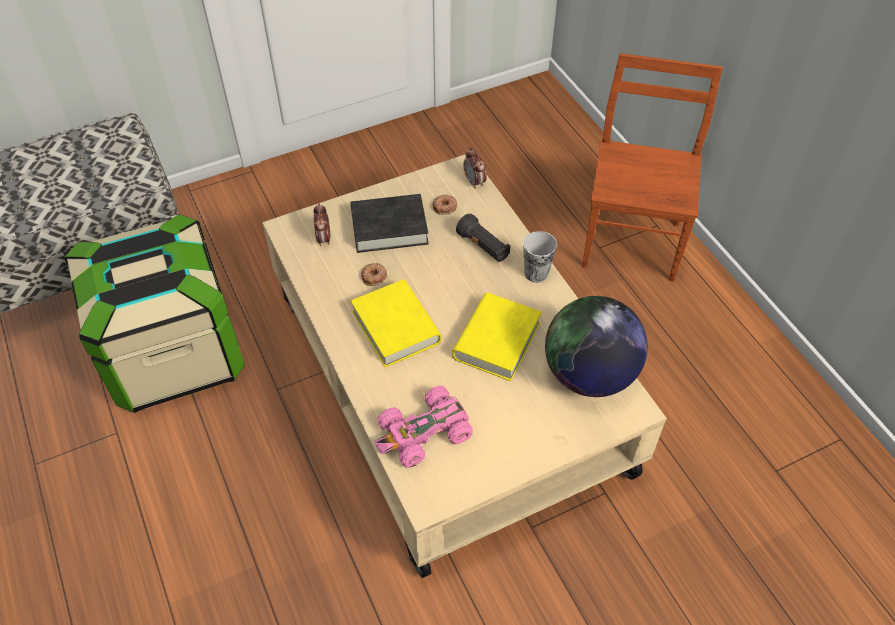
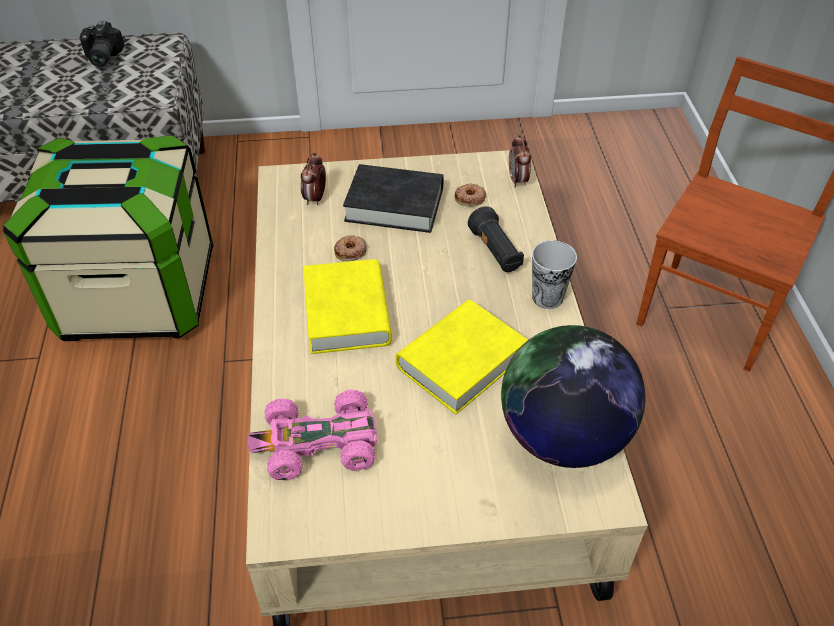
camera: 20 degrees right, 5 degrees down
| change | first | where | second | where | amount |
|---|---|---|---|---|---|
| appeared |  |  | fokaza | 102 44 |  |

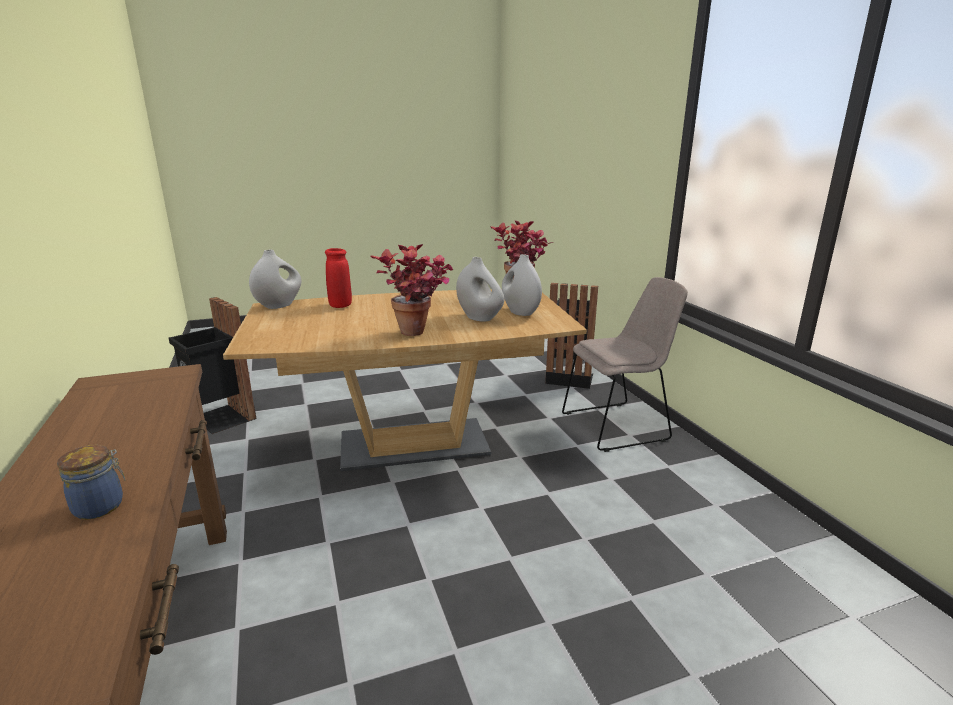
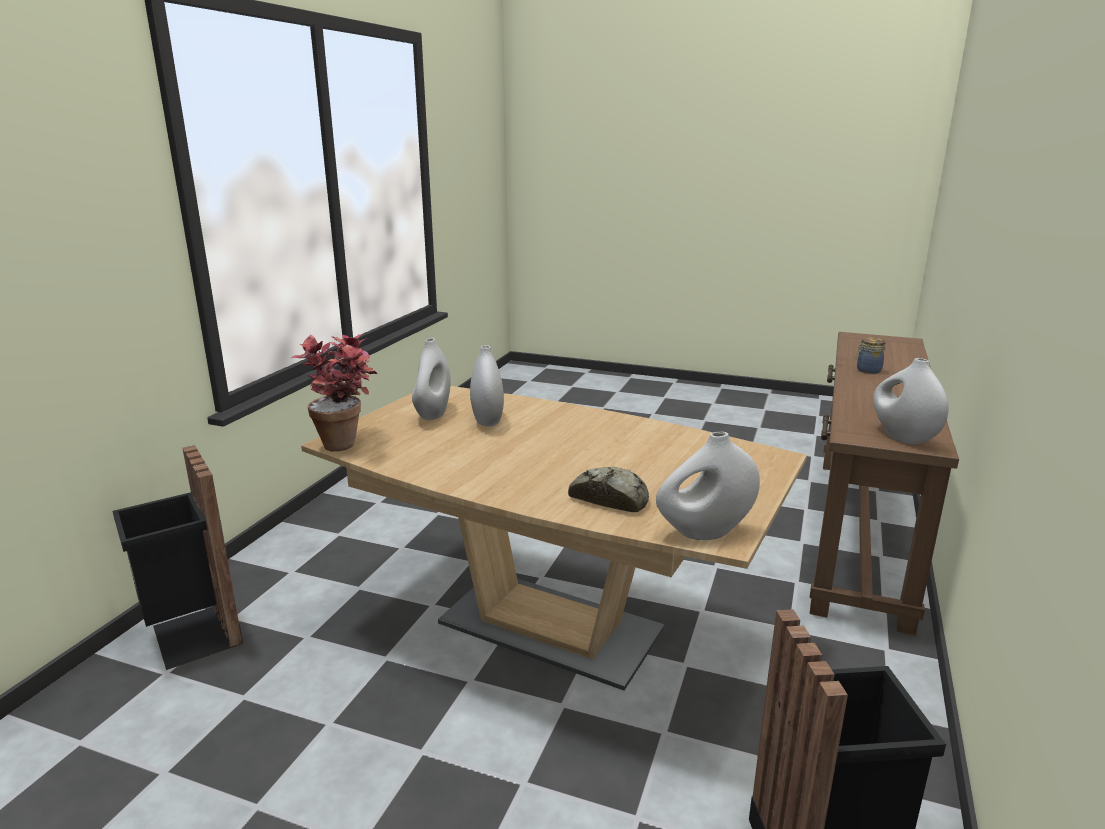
camera: 140 degrees left, 0 degrees up
| change | first | where | second | where | amount |
|---|---|---|---|---|---|
| exchanged | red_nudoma | 338 278 | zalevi | 608 489 |  |
| missing | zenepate | 411 290 |  |  |  |
| missing | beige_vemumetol | 625 364 |  |  |  |
| appeared |  |  | white_nudoma | 911 401 |  |

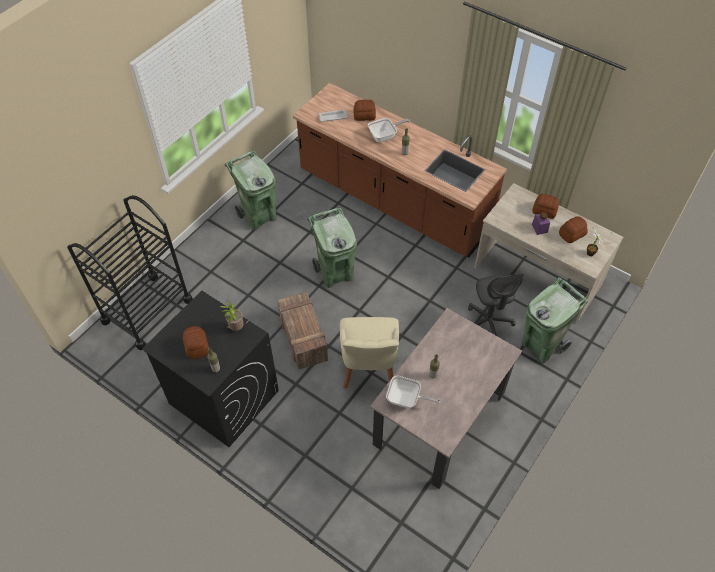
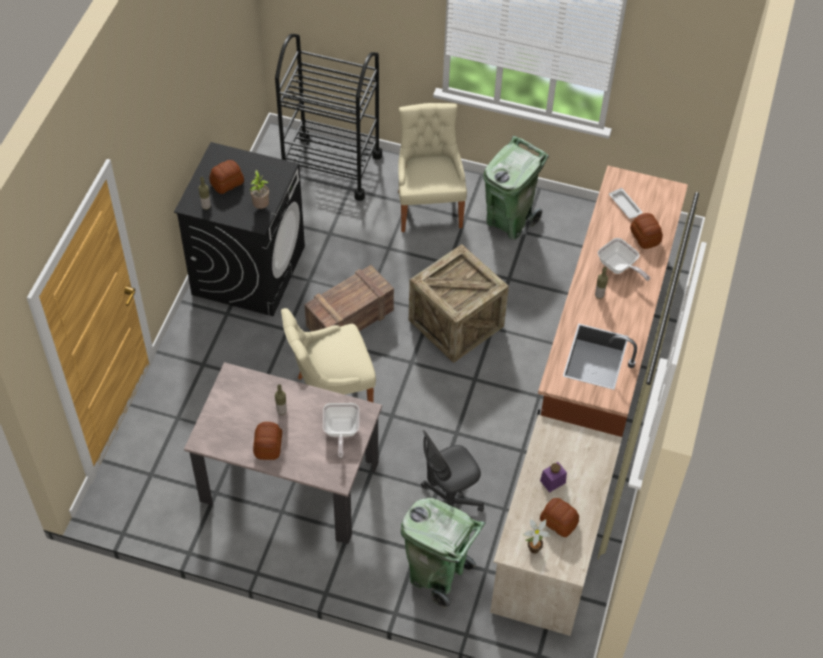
camera: 70 degrees right, 0 degrees up
| change | first | where | second | where | amount |
|---|---|---|---|---|---|
| exchanged | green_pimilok | 332 248 | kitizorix | 459 303 |  |
| relocated | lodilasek | 413 392 |  | 341 430 |  |
| relocated | zalevi | 546 206 |  | 267 441 |  |
| appeared |  |  | beige_vemumetol | 432 167 |  |

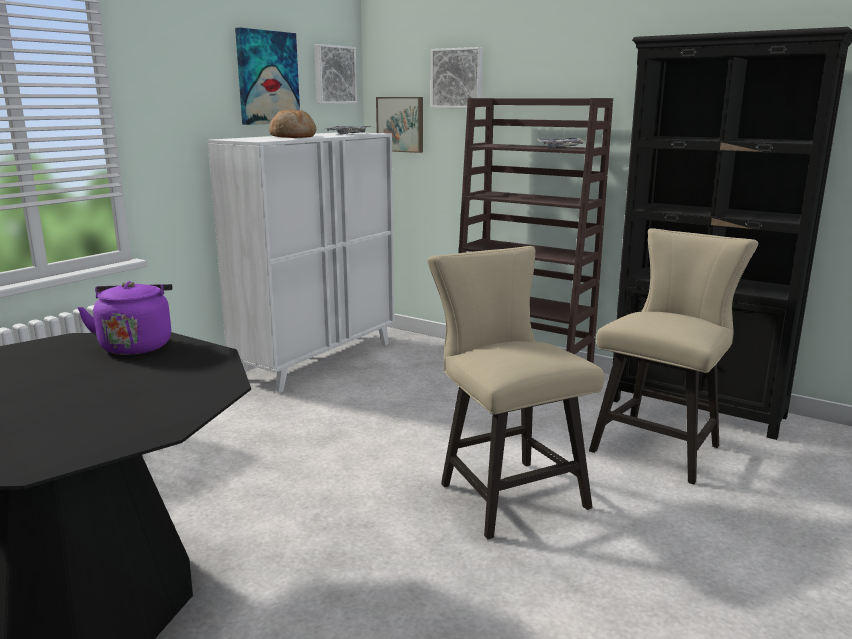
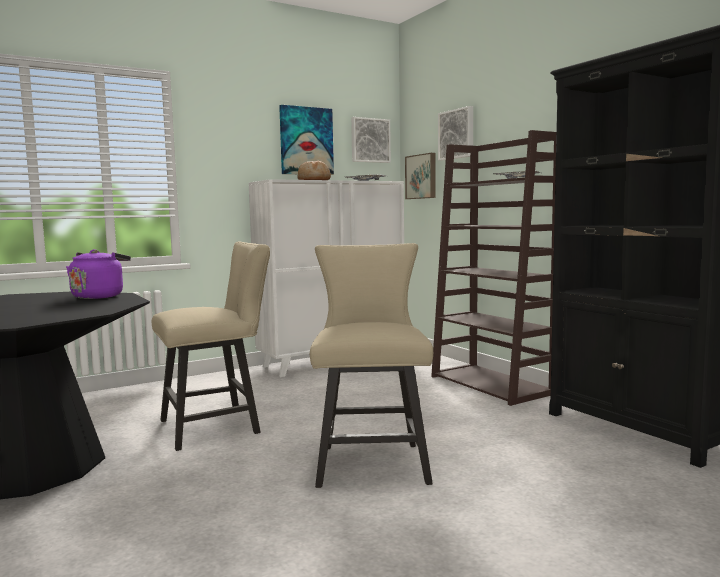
camera: 25 degrees right, 10 degrees down
| change | first | where | second | where | amount |
|---|---|---|---|---|---|
| relocated | beige_vemumetol | 673 356 |  | 211 346 |  |

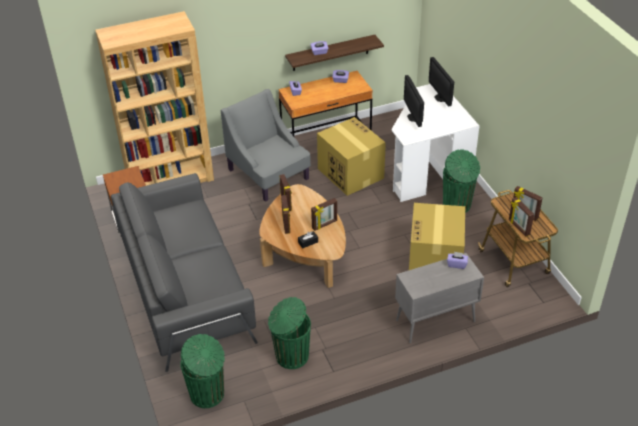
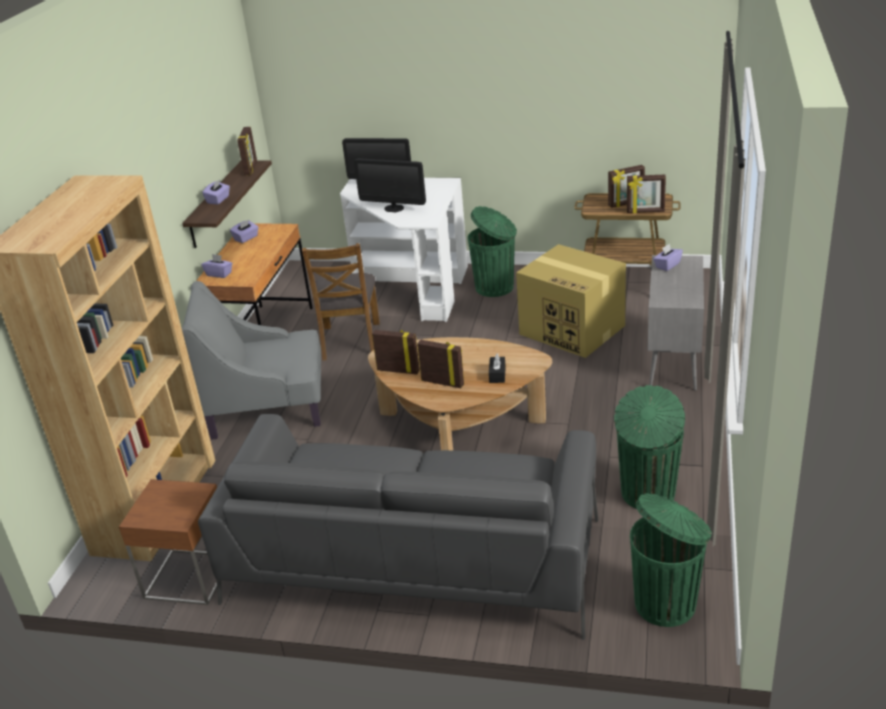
camera: 55 degrees left, 10 degrees down
| change | first | where | second | where | amount |
|---|---|---|---|---|---|
| relocated | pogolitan | 324 214 |  | 247 151 |  |
| exchanged | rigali | 351 156 | brown_vemumetol | 341 301 |  |

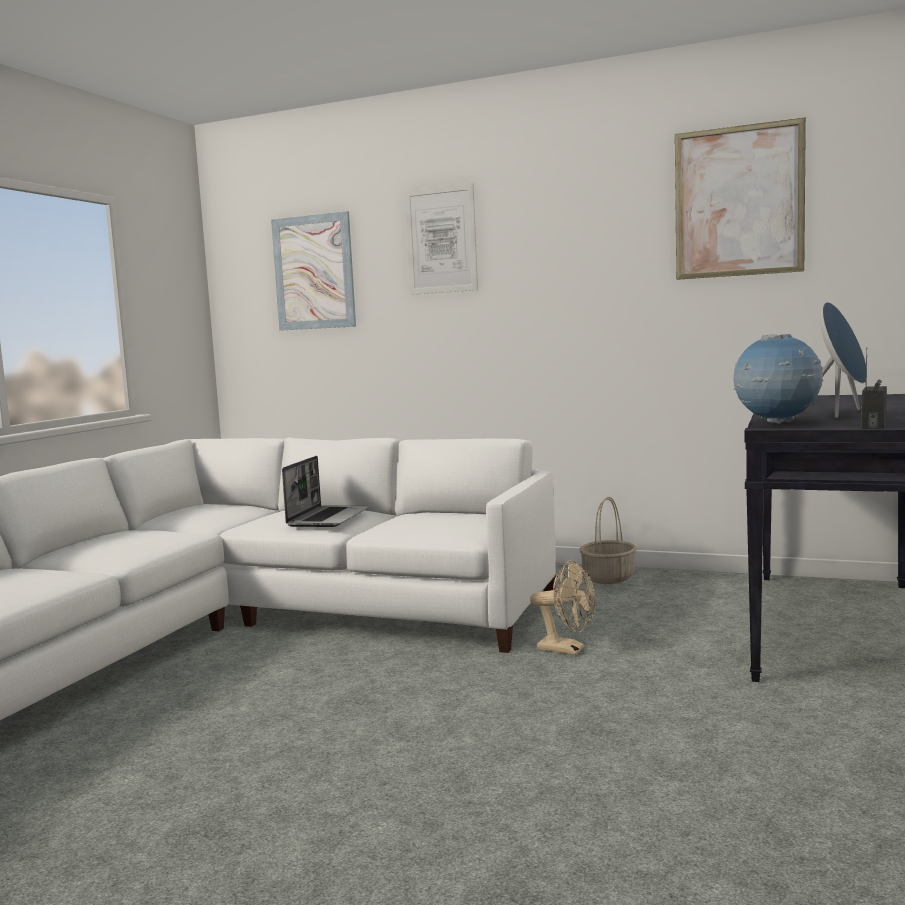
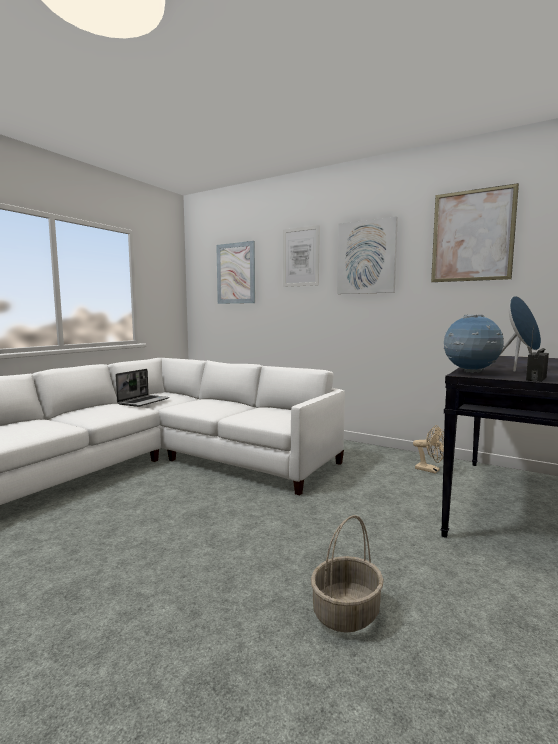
camera: 10 degrees right, 0 degrees up
| change | first | where | second | where | amount |
|---|---|---|---|---|---|
| relocated | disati | 325 491 |  | 143 388 |  |
| relocated | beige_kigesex | 562 607 |  | 428 449 |  |
| relocated | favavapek | 608 540 |  | 347 574 |  |
| appeared |  |  | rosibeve | 367 255 |  |

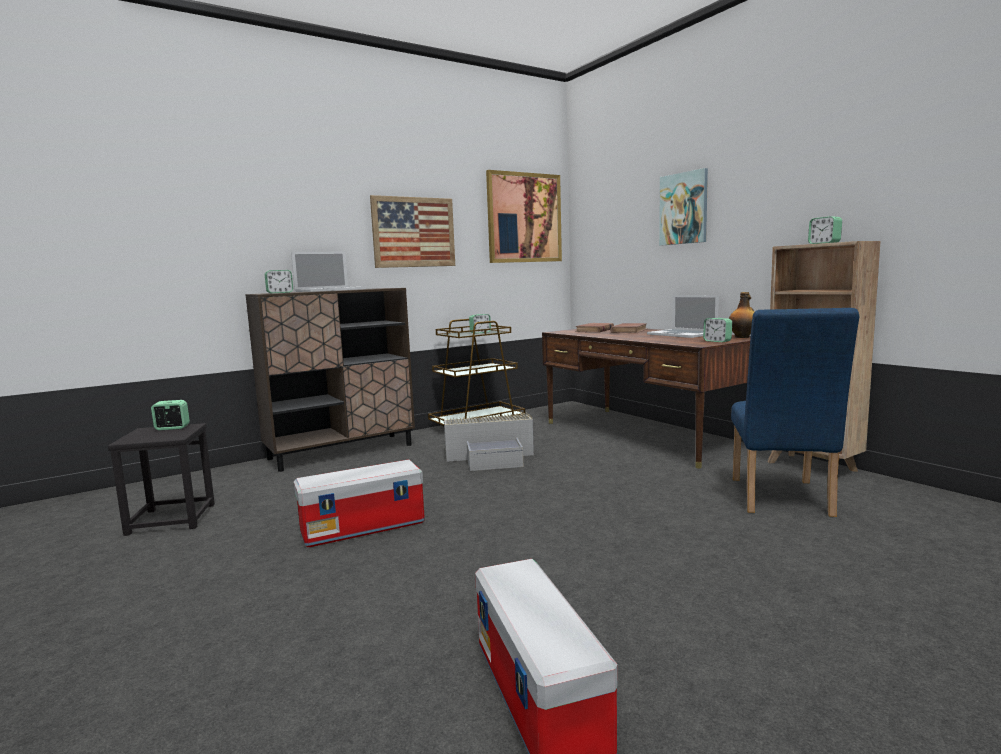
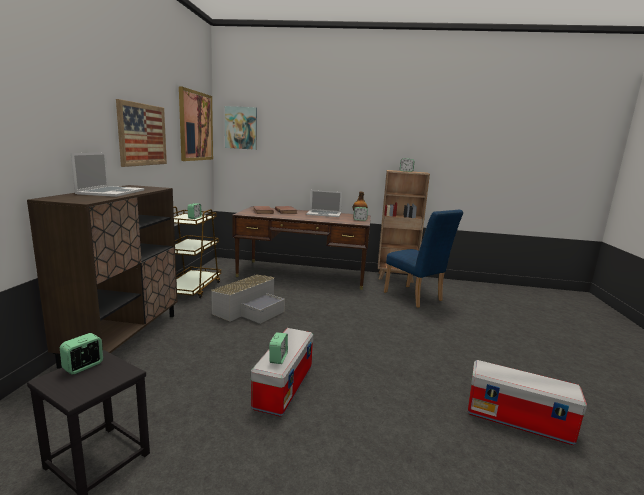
camera: 50 degrees left, 5 degrees up
| change | first | where | second | where | amount |
|---|---|---|---|---|---|
| relocated | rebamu | 279 281 |  | 278 348 |  |
| relocated | rosibeve | 683 206 |  | 241 128 |  |

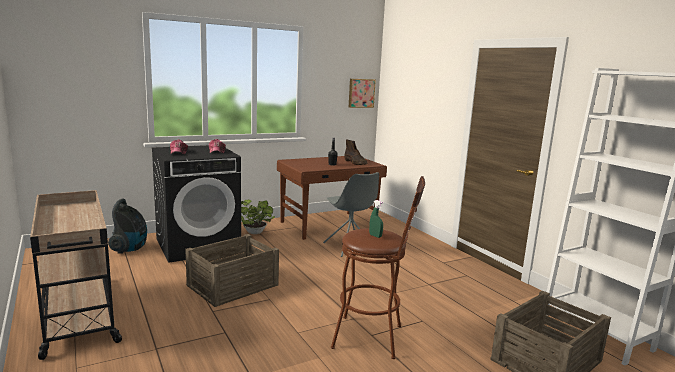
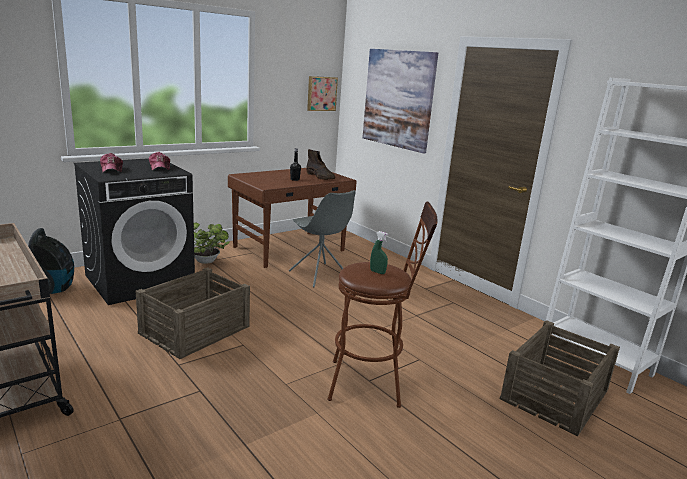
camera: 10 degrees left, 5 degrees up
| change | first | where | second | where | amount |
|---|---|---|---|---|---|
| appeared |  |  | rosibeve | 400 101 |  |

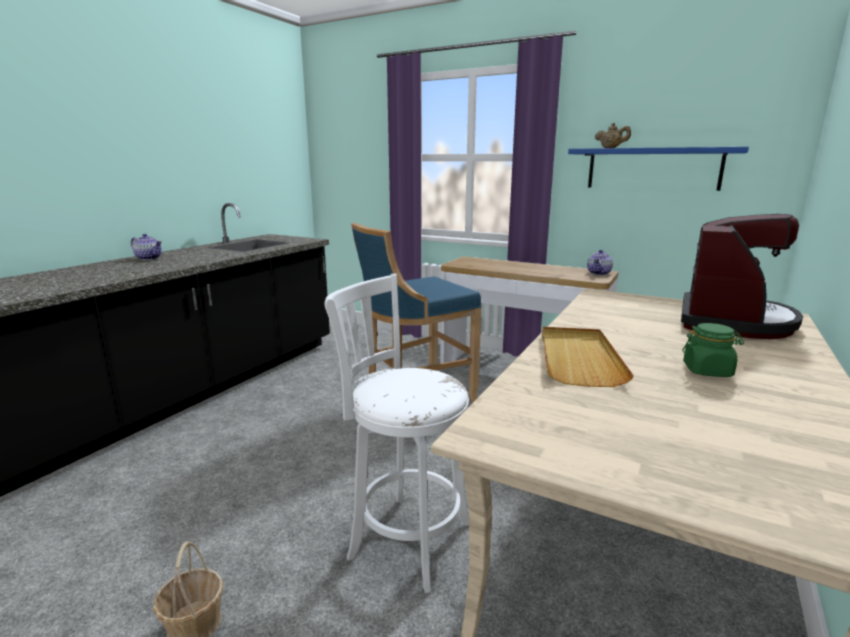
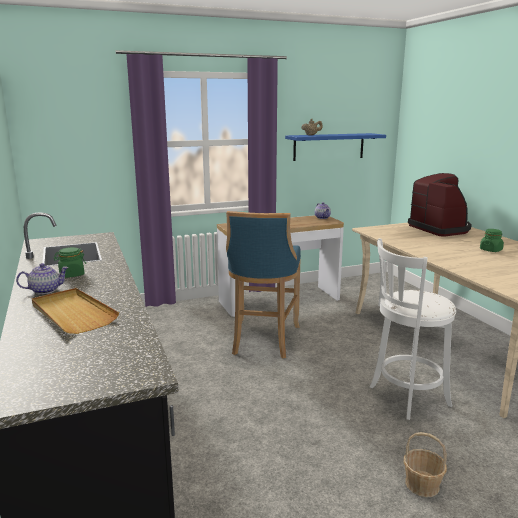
camera: 50 degrees left, 0 degrees up
| change | first | where | second | where | amount |
|---|---|---|---|---|---|
| relocated | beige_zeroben | 588 357 |  | 75 311 |  |
| appeared |  |  | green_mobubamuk | 70 262 |  |

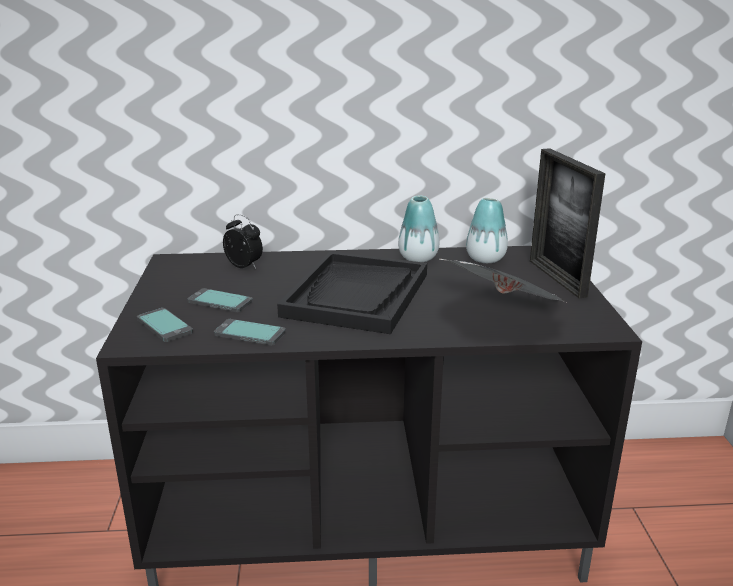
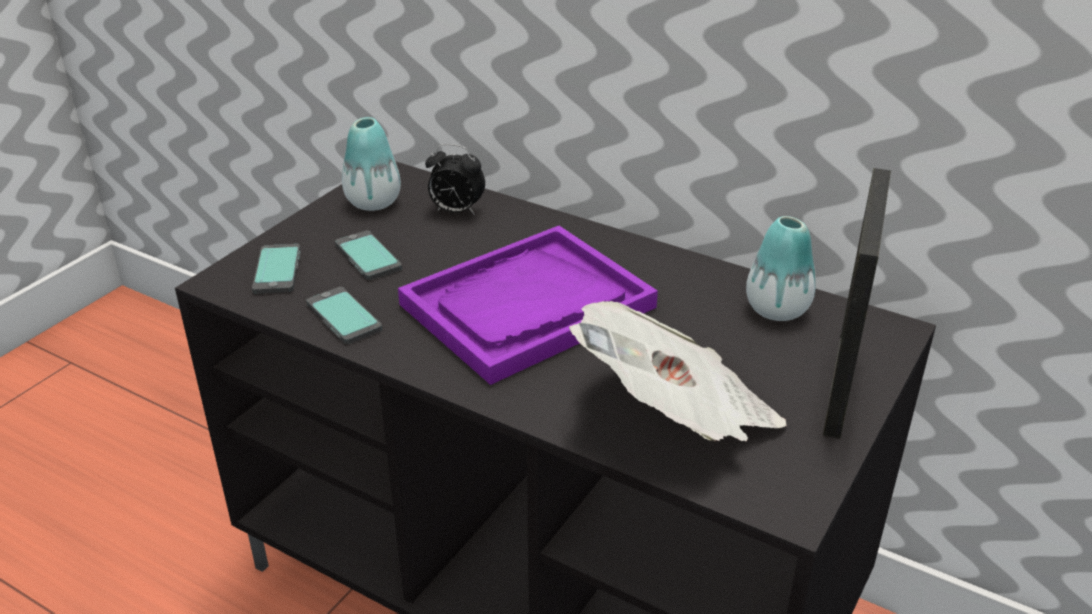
camera: 35 degrees right, 10 degrees up
| change | first | where | second | where | amount |
|---|---|---|---|---|---|
| spun | rebamu | 243 241 |  | 455 179 | 120 degrees clockwise |
| colour | black_zeroben | 352 292 | purple_zeroben | 528 305 |  |
| relocated | nudoma | 419 228 |  | 371 164 |  |

